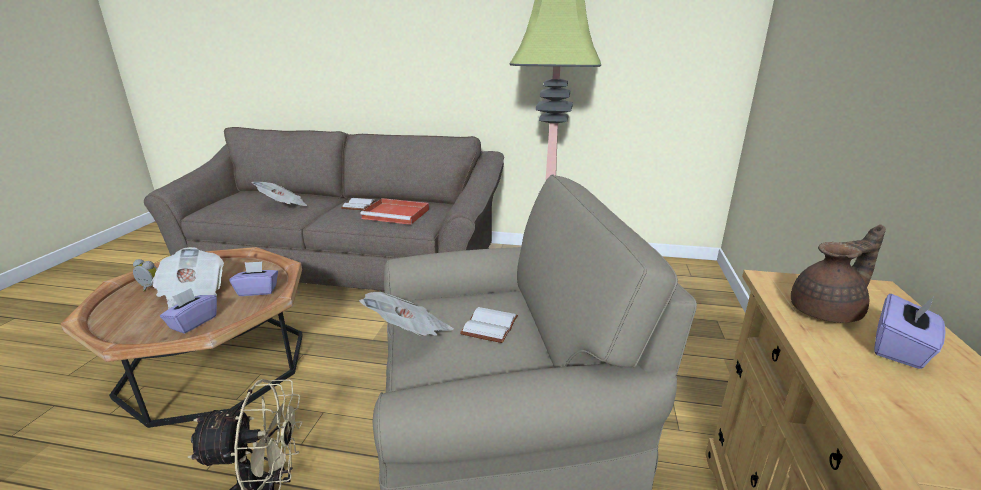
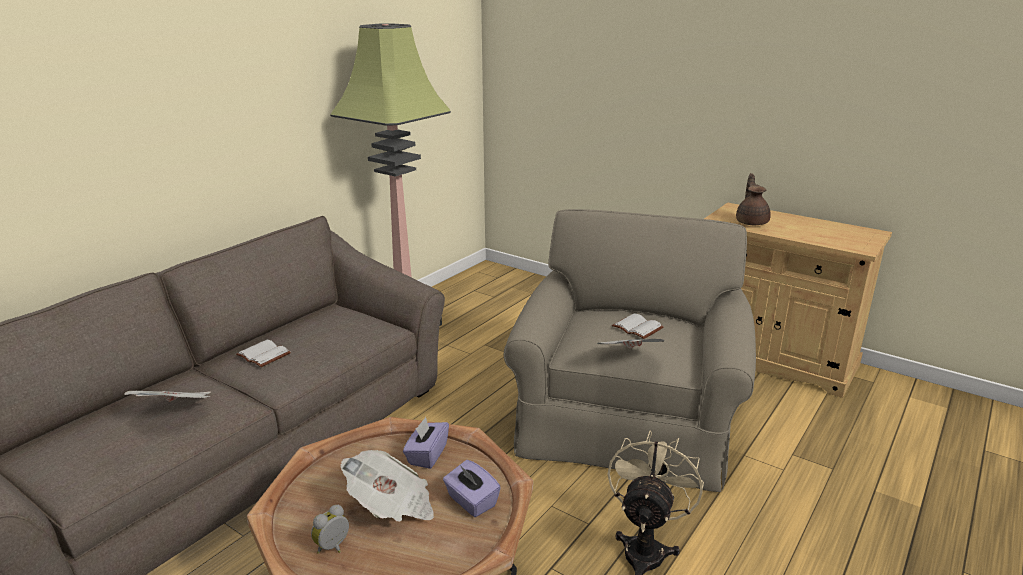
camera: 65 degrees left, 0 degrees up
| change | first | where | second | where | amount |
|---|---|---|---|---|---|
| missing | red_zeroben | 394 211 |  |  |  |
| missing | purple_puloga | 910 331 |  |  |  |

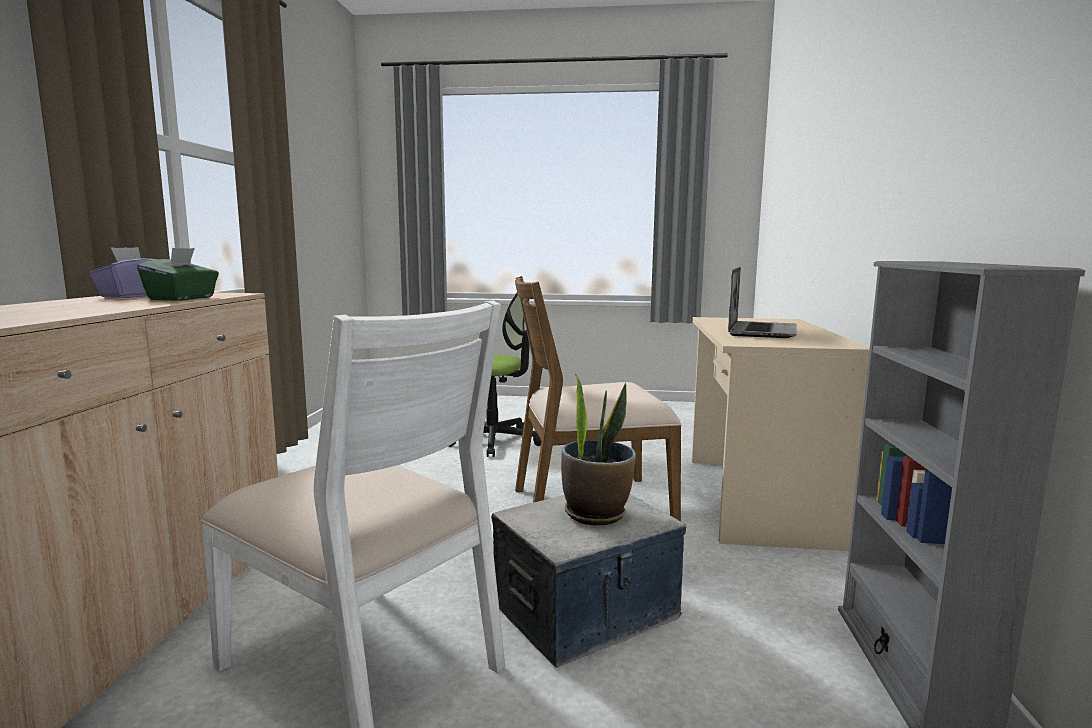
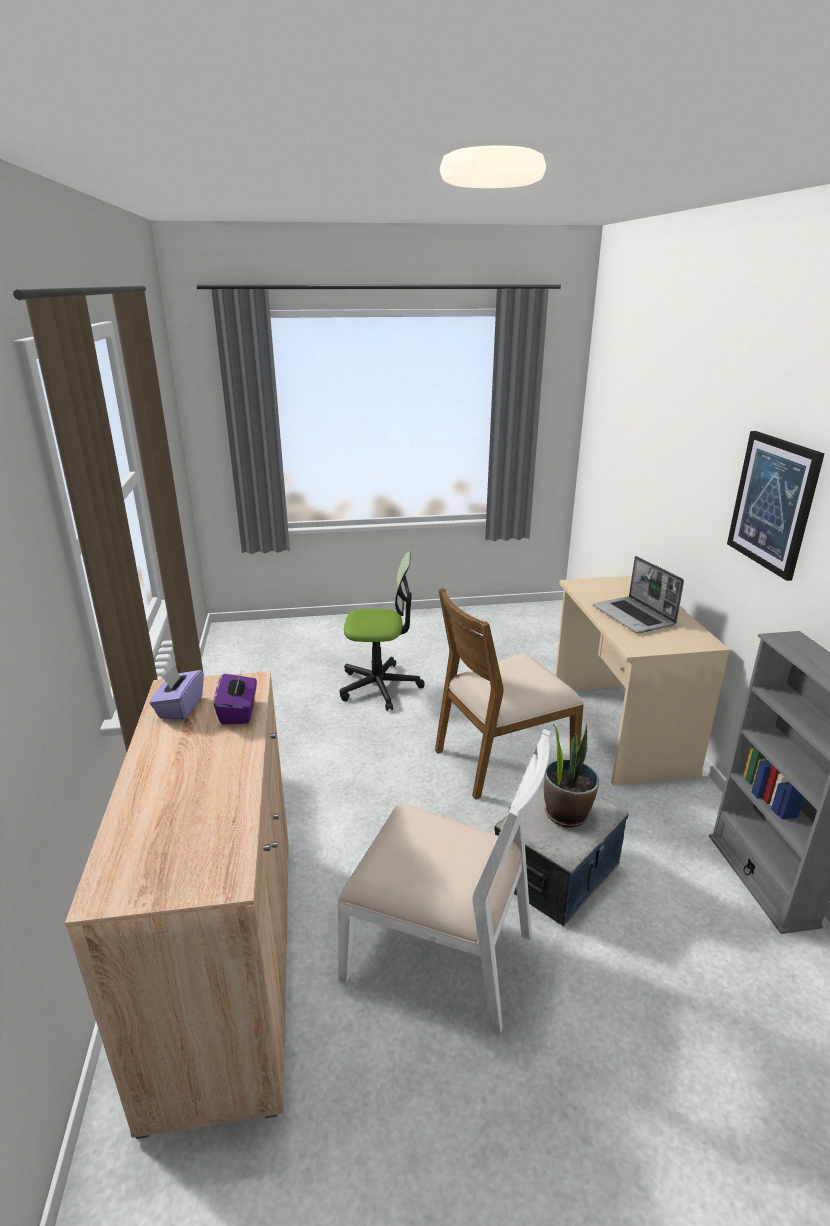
camera: 15 degrees left, 15 degrees up
| change | first | where | second | where | amount |
|---|---|---|---|---|---|
| colour | green_puloga | 178 274 | purple_puloga | 235 697 |  |
| spun | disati | 762 302 |  | 638 594 | 150 degrees clockwise |
| appeared |  |  | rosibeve | 776 506 |  |

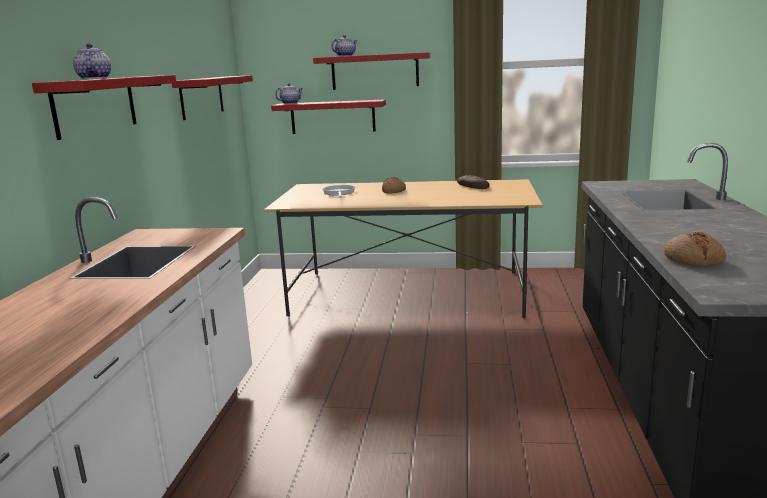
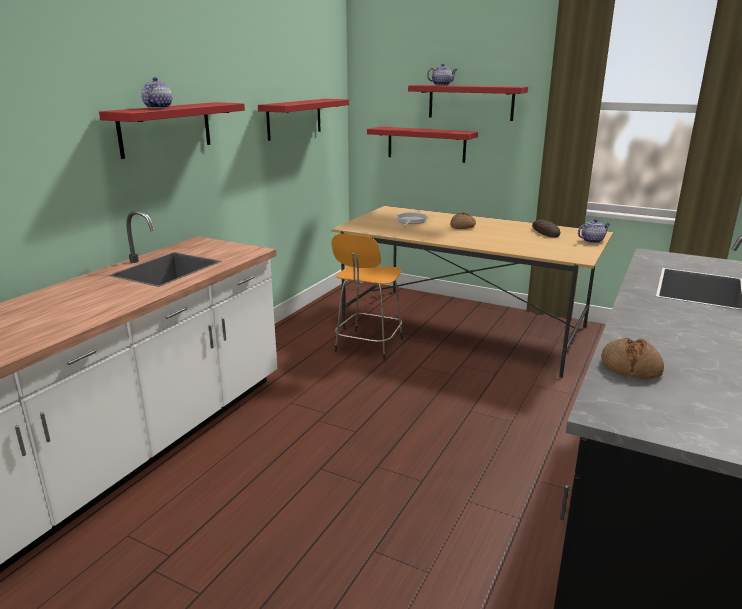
camera: 20 degrees right, 5 degrees up
| change | first | where | second | where | amount |
|---|---|---|---|---|---|
| relocated | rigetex | 289 93 |  | 594 231 |  |
| appeared |  |  | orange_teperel | 367 297 |  |

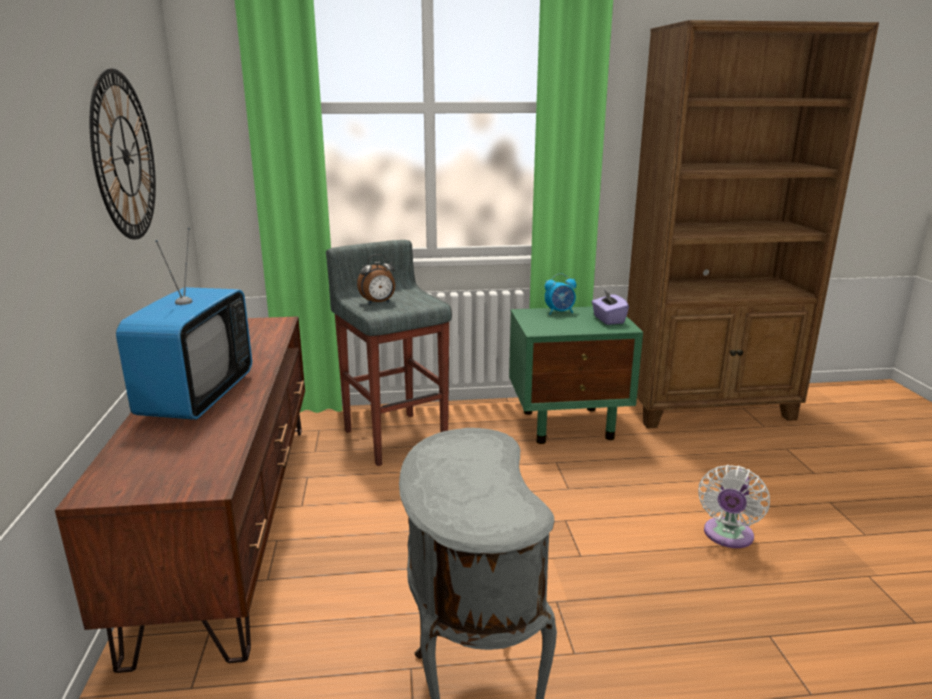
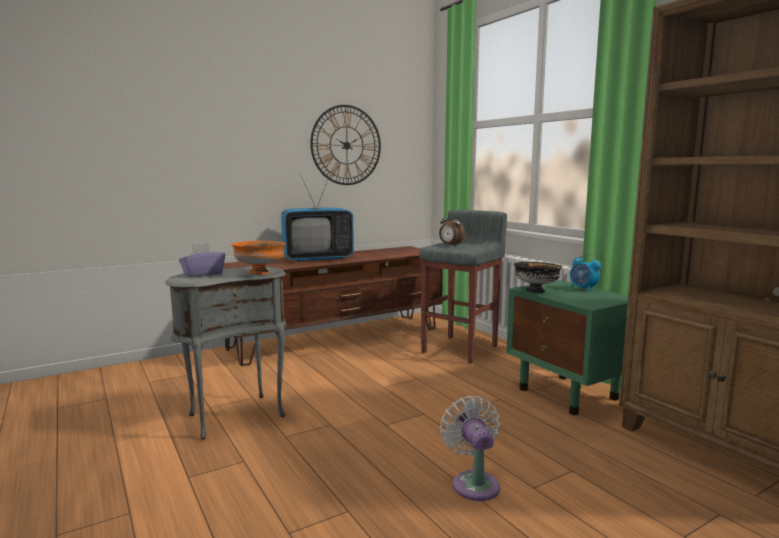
camera: 65 degrees right, 10 degrees down
| change | first | where | second | where | amount |
|---|---|---|---|---|---|
| relocated | purple_puloga | 610 307 |  | 202 260 |  |
| spun | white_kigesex | 734 506 |  | 470 448 | 75 degrees clockwise |
| appeared |  |  | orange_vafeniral | 258 257 |  |
| appeared |  |  | black_vafeniral | 538 277 |  |

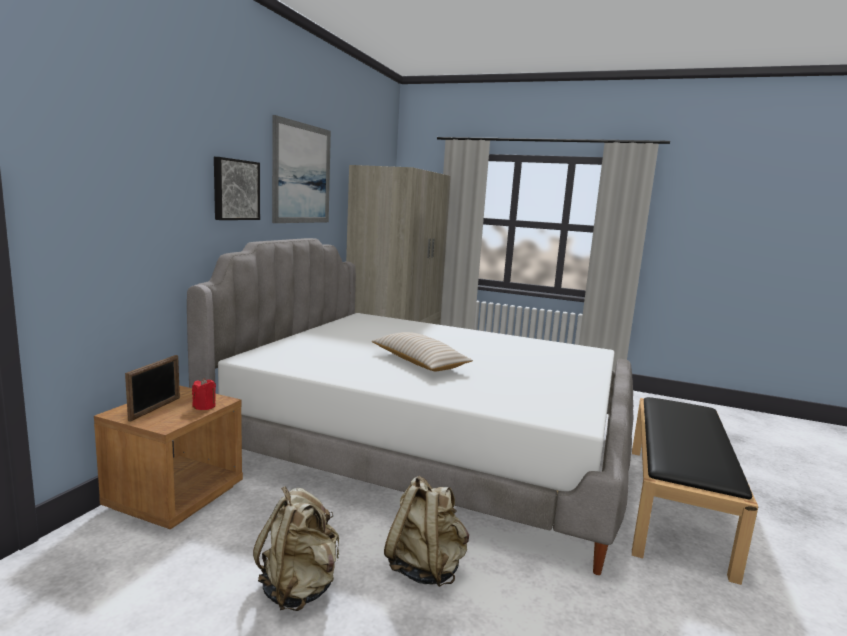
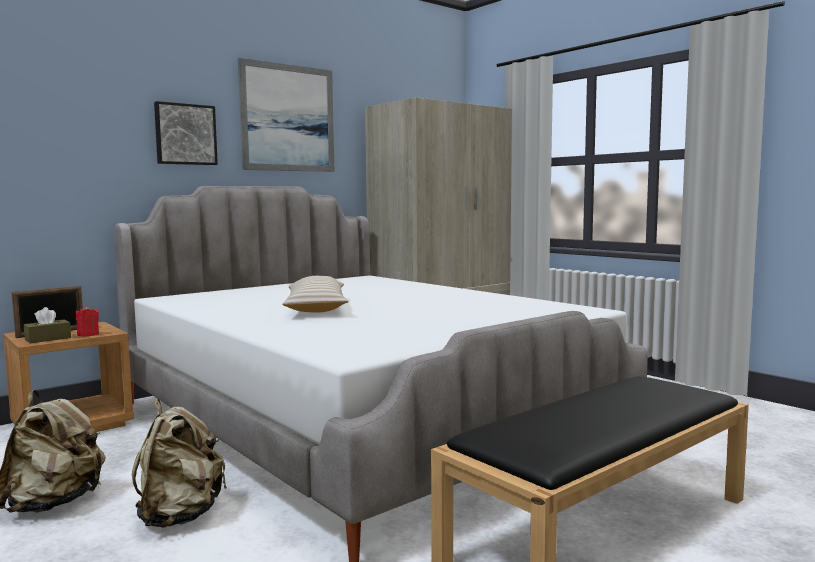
camera: 30 degrees right, 5 degrees down
| change | first | where | second | where | amount |
|---|---|---|---|---|---|
| appeared |  |  | brown_puloga | 47 325 |  |

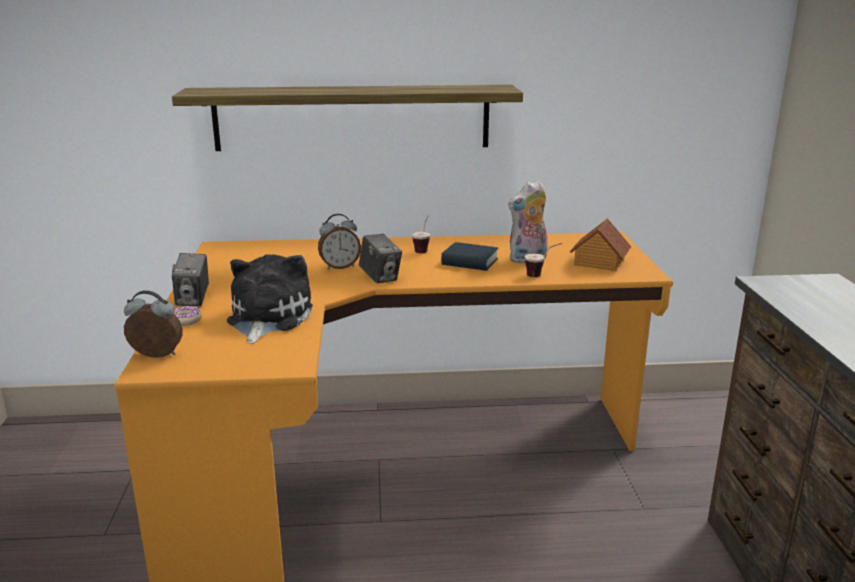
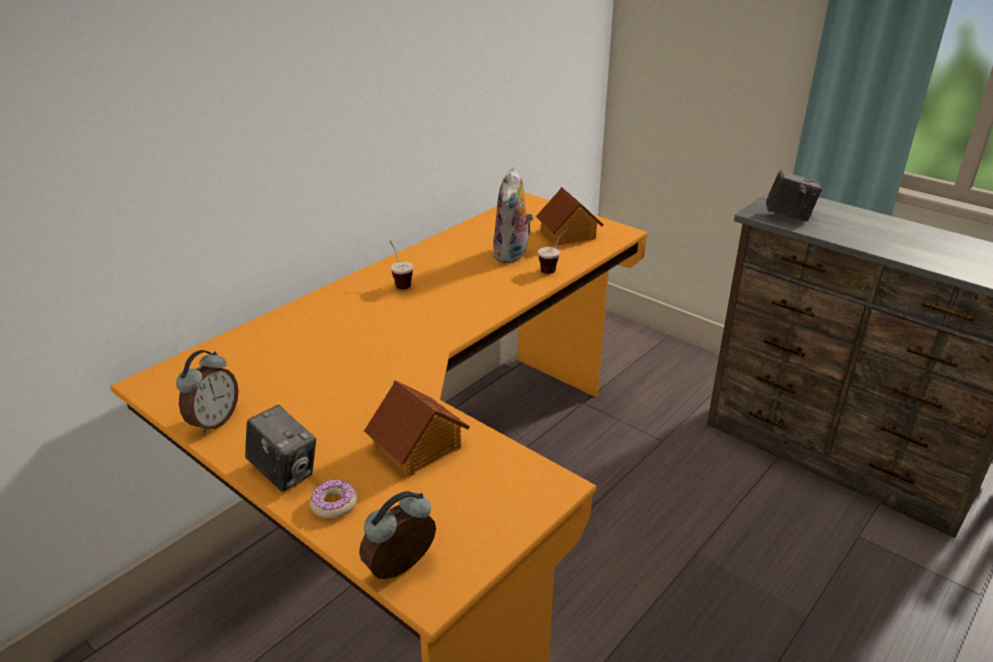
camera: 45 degrees left, 10 degrees up
| change | first | where | second | where | amount |
|---|---|---|---|---|---|
| missing | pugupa | 347 118 |  |  |  |
| exchanged | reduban | 270 299 | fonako | 417 428 |  |
| relocated | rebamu | 339 242 |  | 207 392 |  |
| relocated | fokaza | 380 258 |  | 794 196 |  |
| missing | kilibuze | 469 256 |  |  |  |

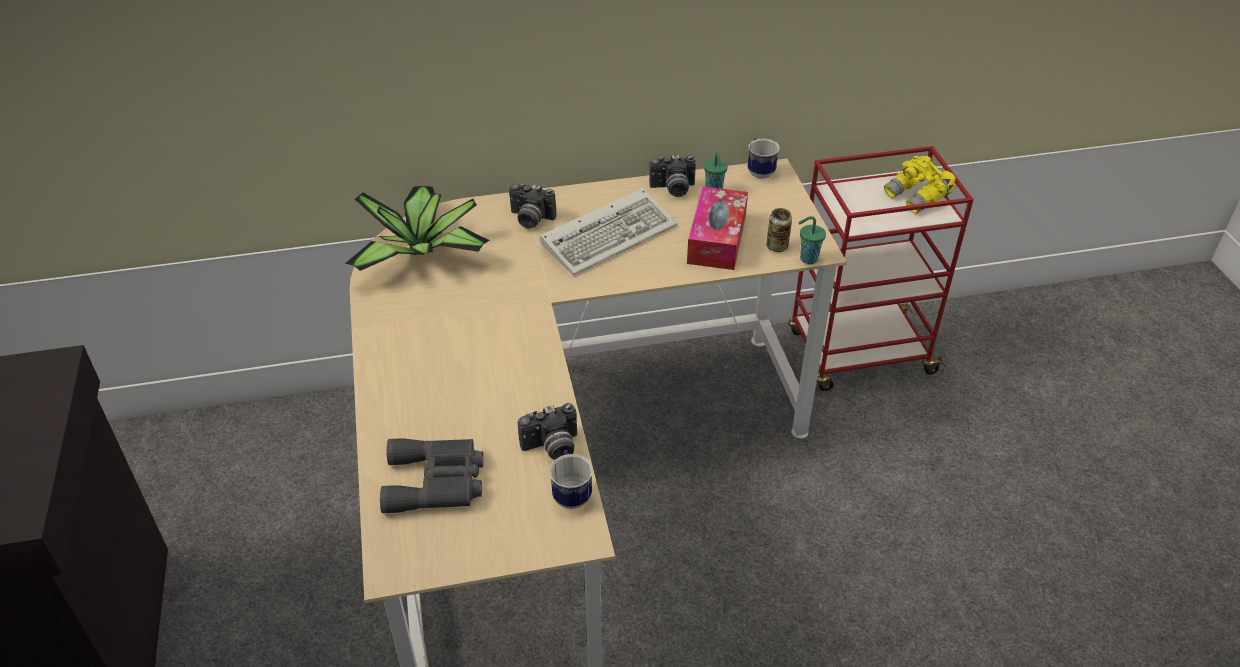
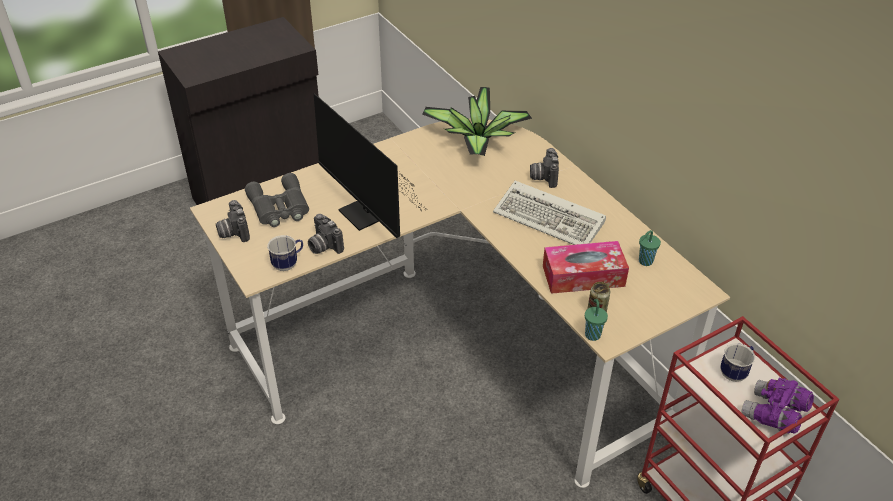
camera: 70 degrees right, 0 degrees up
| change | first | where | second | where | amount |
|---|---|---|---|---|---|
| relocated | fokaza | 672 176 |  | 233 221 |  |
| relocated | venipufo | 764 158 |  | 737 362 |  |
| colour | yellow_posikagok | 920 185 | purple_posikagok | 778 406 |  |
| appeared |  |  | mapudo | 369 165 |  |

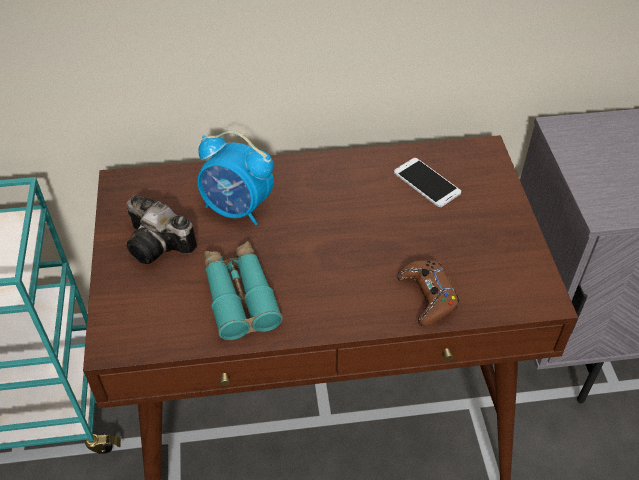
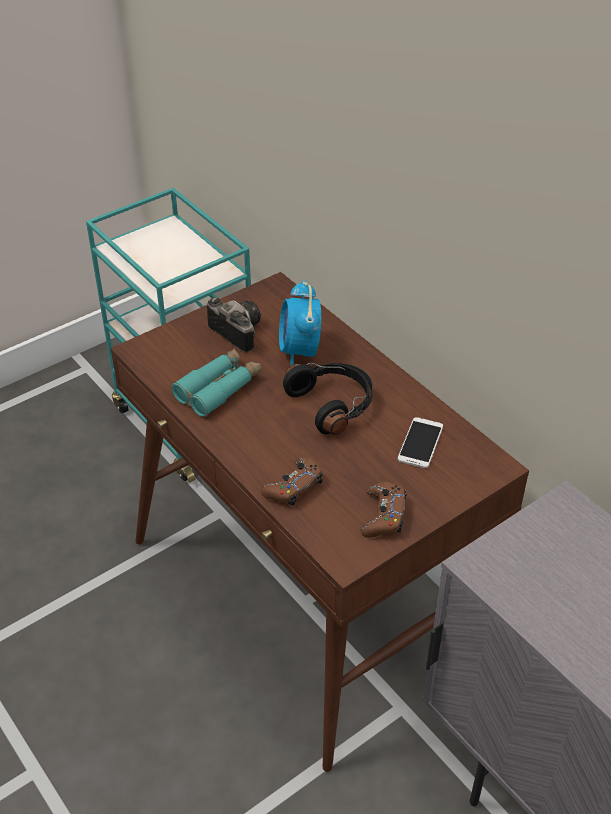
camera: 60 degrees right, 5 degrees down
| change | first | where | second | where | amount |
|---|---|---|---|---|---|
| spun | fokaza | 161 229 |  | 234 324 | 135 degrees clockwise |
| appeared |  |  | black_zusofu | 328 399 |  |
| appeared |  |  | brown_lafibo | 383 509 |  |

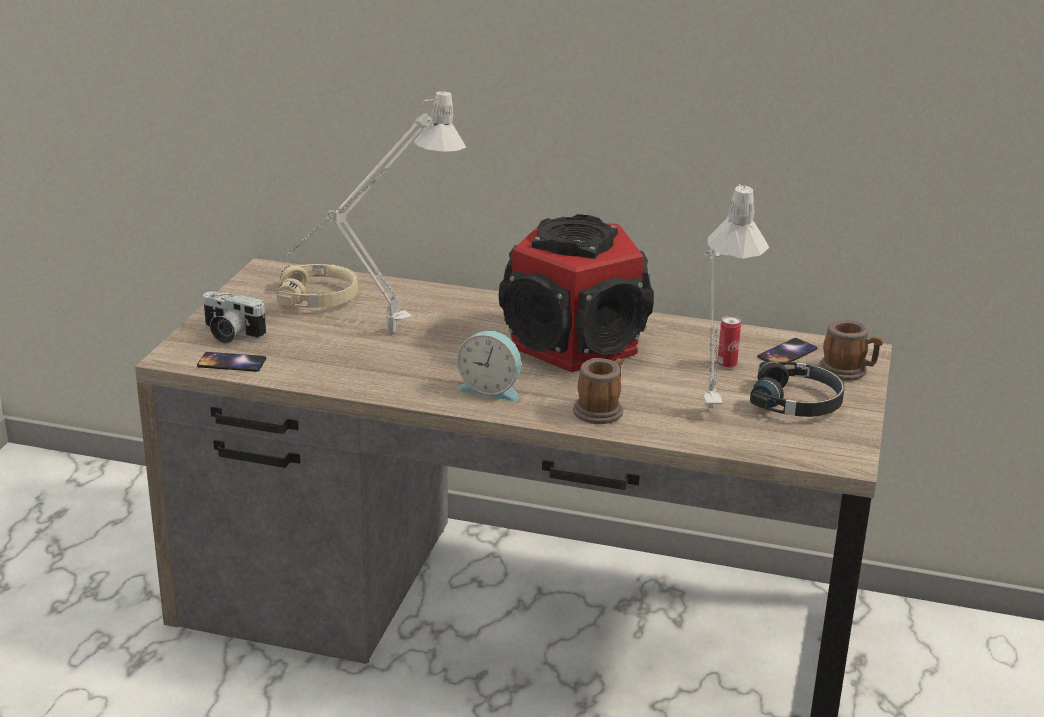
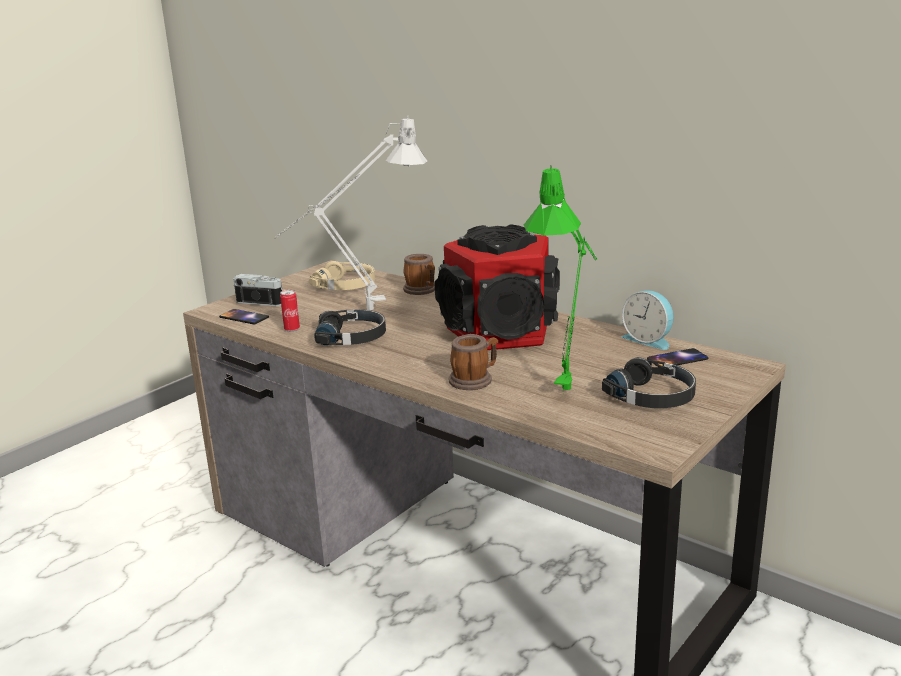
camera: 25 degrees right, 5 degrees down
| change | first | where | second | where | amount |
|---|---|---|---|---|---|
| spun | fokaza | 234 317 |  | 258 290 | 150 degrees clockwise |
| relocated | rebamu | 489 366 |  | 648 320 |  |
| colour | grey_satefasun | 736 300 | green_satefasun | 560 279 |  |
| relocated | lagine | 729 342 |  | 290 311 |  |
| relocated | venipufo | 851 350 |  | 419 274 |  |
| appeared |  |  | black_zusofu | 350 327 |  |

